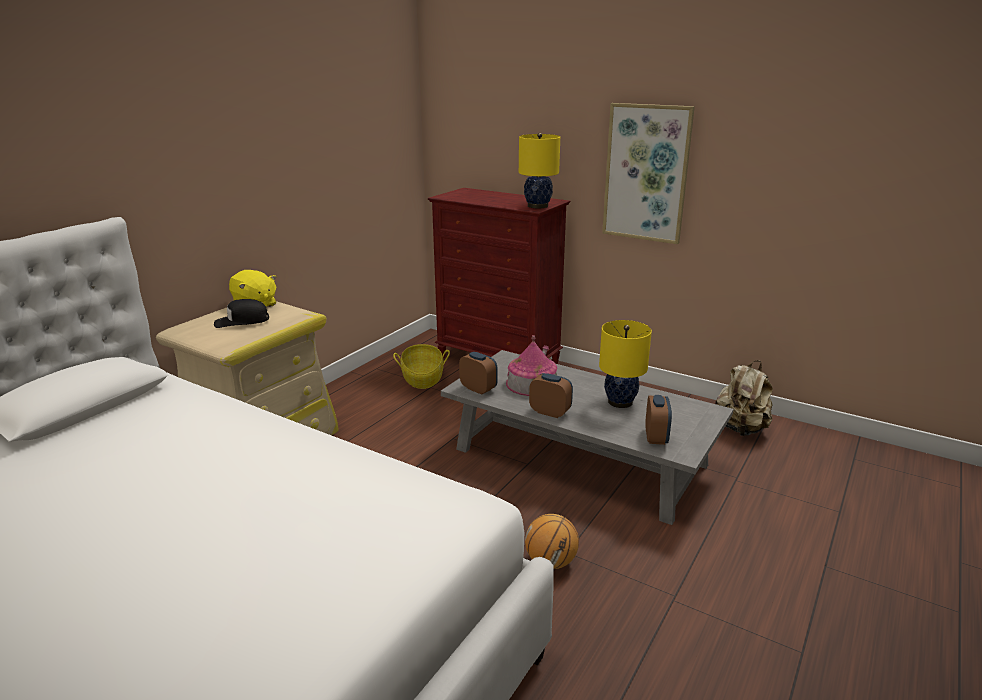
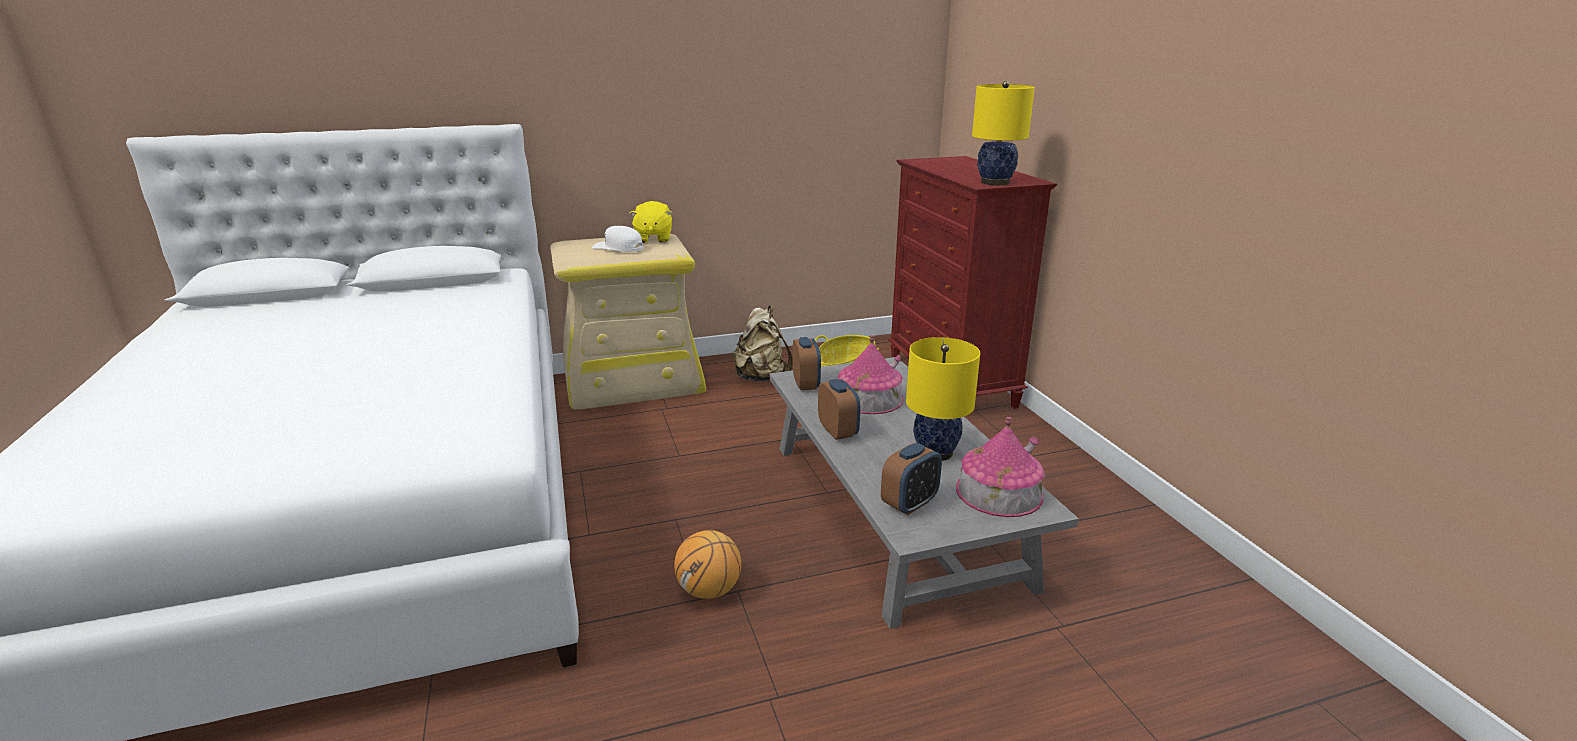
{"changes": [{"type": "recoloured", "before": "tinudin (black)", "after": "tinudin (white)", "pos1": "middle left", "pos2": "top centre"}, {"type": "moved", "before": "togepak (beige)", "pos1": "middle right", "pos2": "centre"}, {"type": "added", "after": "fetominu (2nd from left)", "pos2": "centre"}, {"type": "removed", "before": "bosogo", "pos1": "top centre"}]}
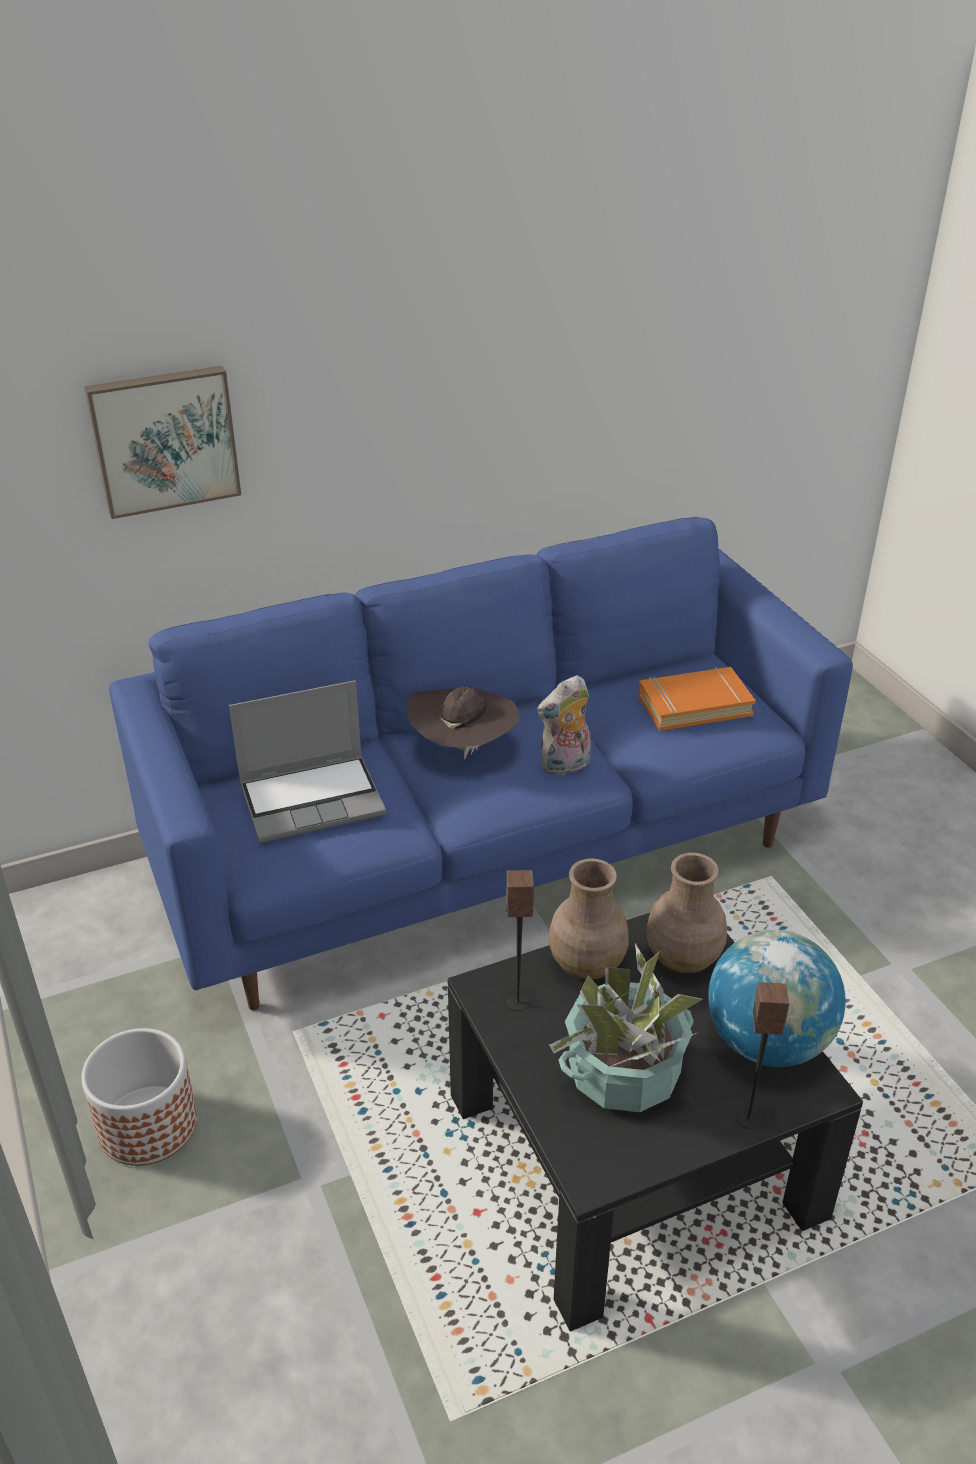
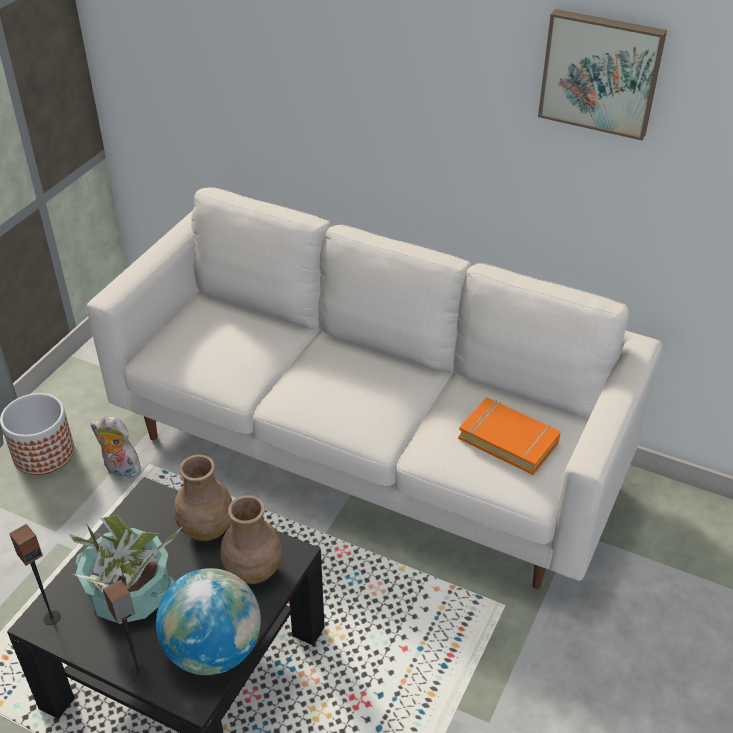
{"changes": [{"type": "moved", "before": "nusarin (1st from left)", "pos1": "centre", "pos2": "bottom left"}, {"type": "recoloured", "before": "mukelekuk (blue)", "after": "mukelekuk (white)", "pos1": "centre", "pos2": "centre"}, {"type": "moved", "before": "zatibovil", "pos1": "centre", "pos2": "middle left"}, {"type": "moved", "before": "bosogo", "pos1": "top left", "pos2": "top right"}, {"type": "removed", "before": "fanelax", "pos1": "middle left"}, {"type": "removed", "before": "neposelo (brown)", "pos1": "centre"}]}
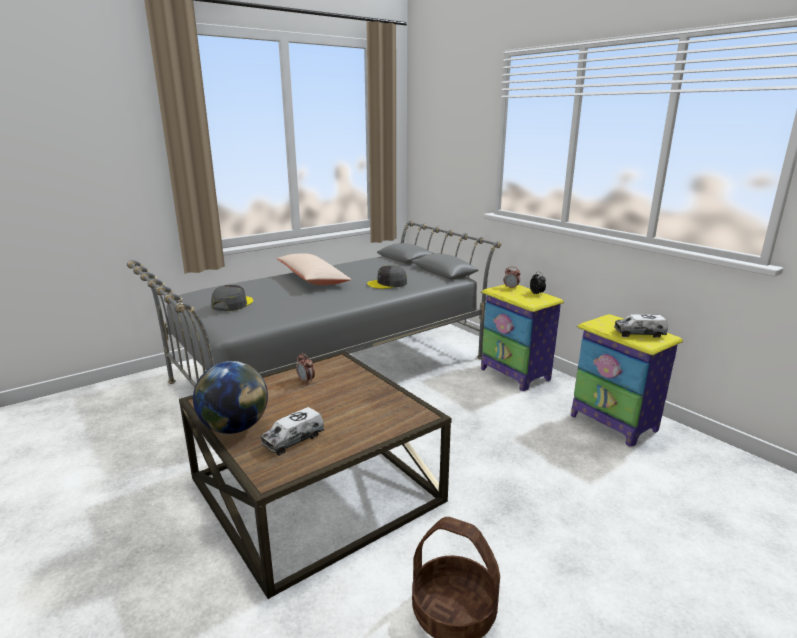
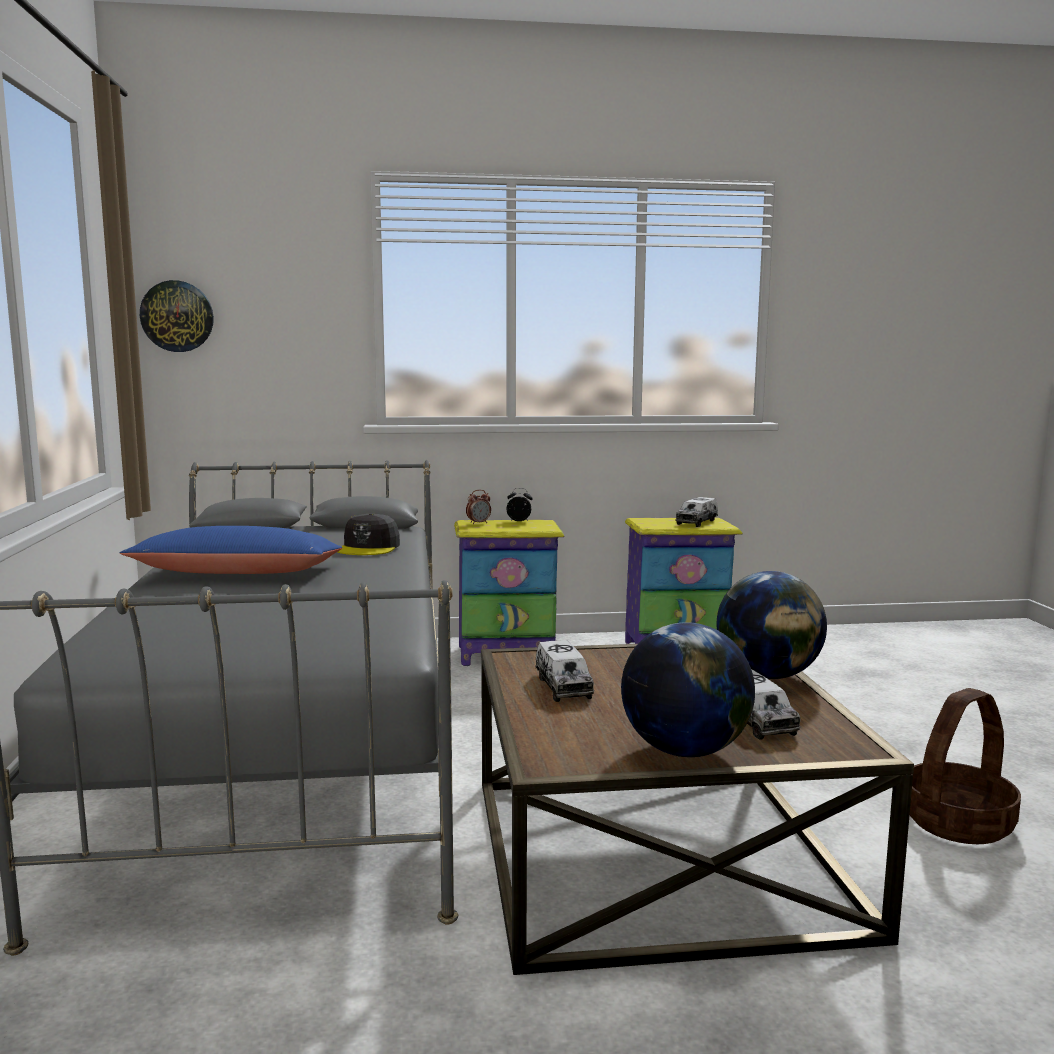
{"changes": [{"type": "recoloured", "before": "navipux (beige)", "after": "navipux (blue)", "pos1": "centre", "pos2": "middle left"}, {"type": "added", "after": "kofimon", "pos2": "top left"}, {"type": "replaced", "before": "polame (1st from left)", "after": "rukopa (1st from left)", "pos1": "centre", "pos2": "centre"}, {"type": "added", "after": "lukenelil (2nd from left)", "pos2": "middle right"}, {"type": "removed", "before": "tinudin (grey) (1st from left)", "pos1": "middle left"}]}
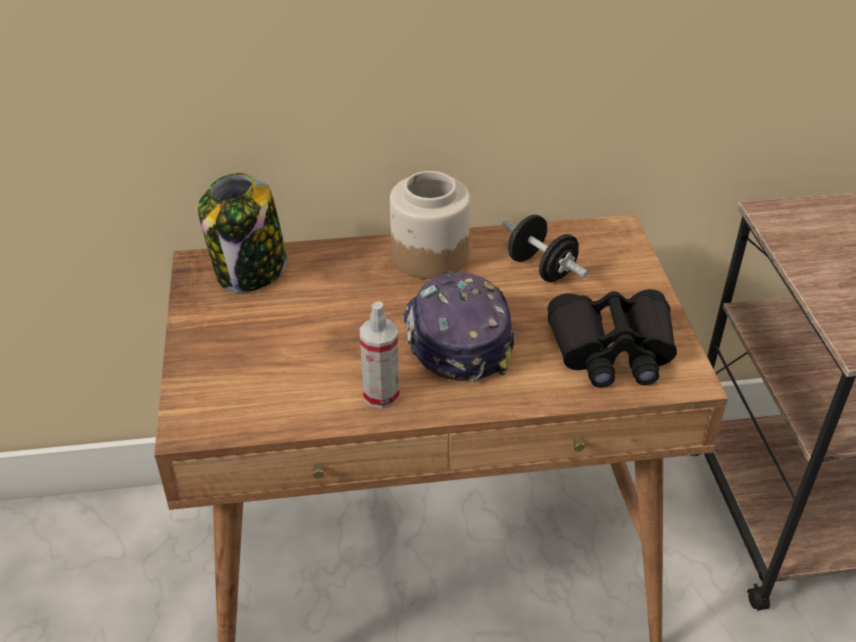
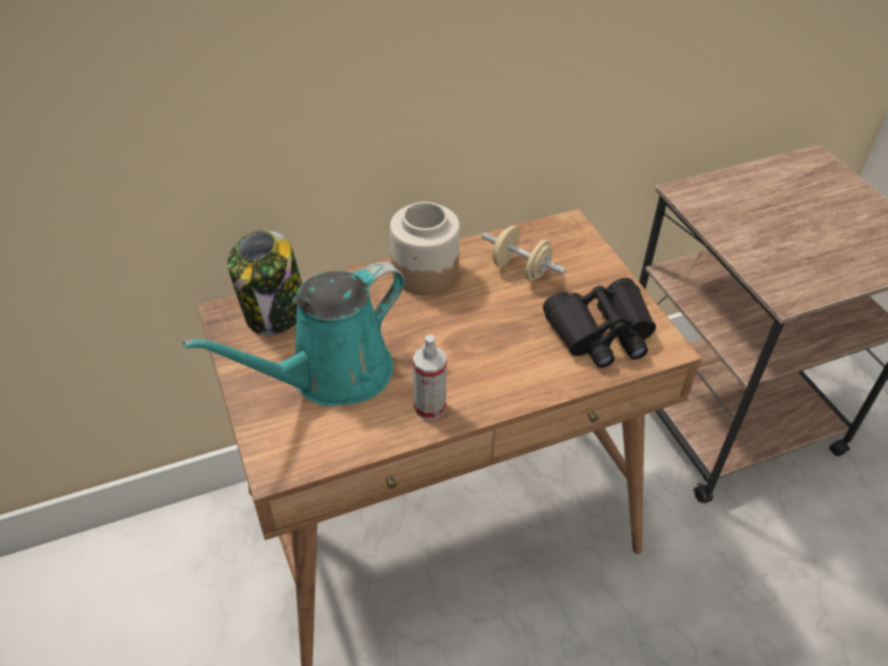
{"changes": [{"type": "added", "after": "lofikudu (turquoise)", "pos2": "middle left"}, {"type": "recoloured", "before": "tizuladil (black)", "after": "tizuladil (beige)", "pos1": "centre", "pos2": "centre"}, {"type": "removed", "before": "tinudin", "pos1": "centre"}]}
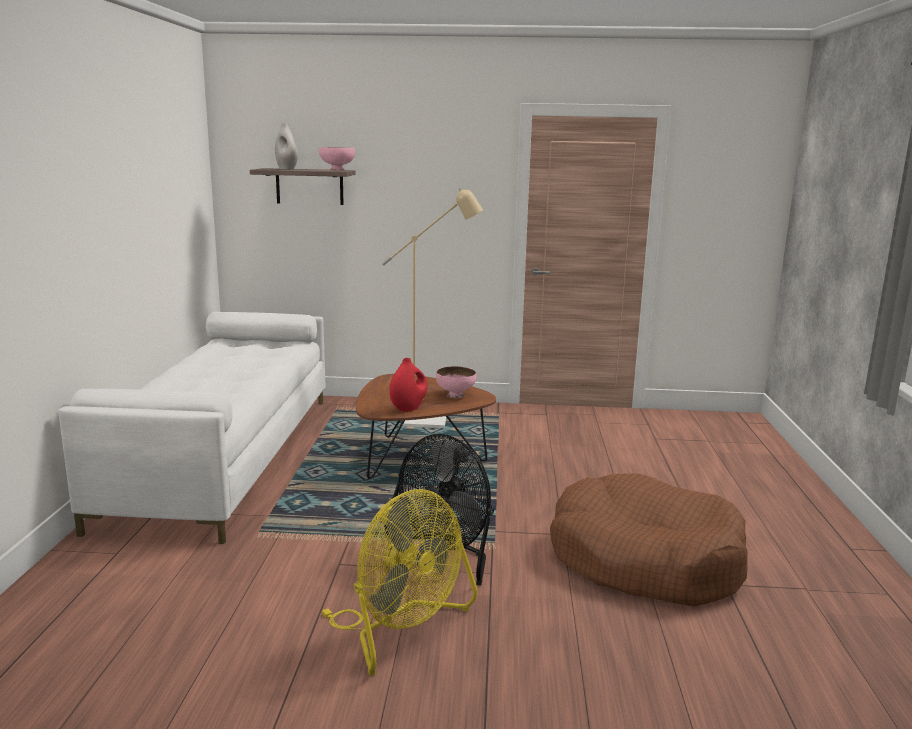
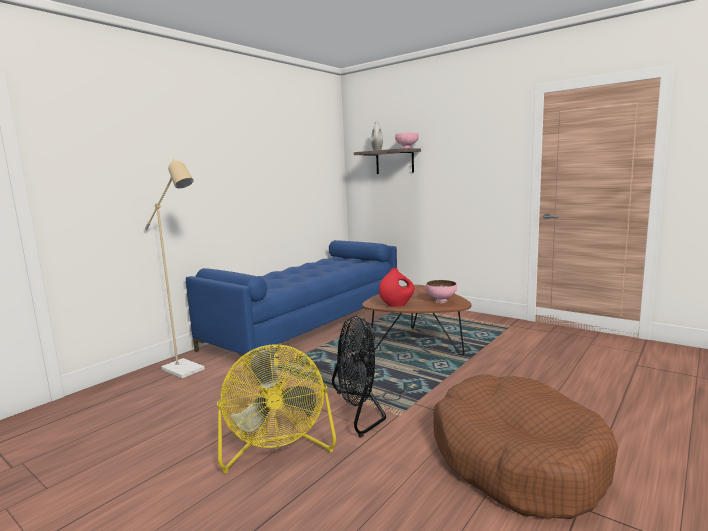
{"changes": [{"type": "moved", "before": "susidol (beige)", "pos1": "centre", "pos2": "middle left"}, {"type": "recoloured", "before": "mukelekuk (white)", "after": "mukelekuk (blue)", "pos1": "middle left", "pos2": "centre"}]}
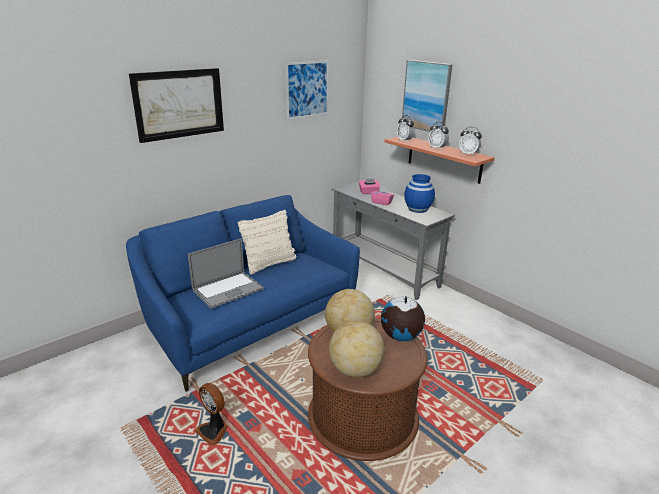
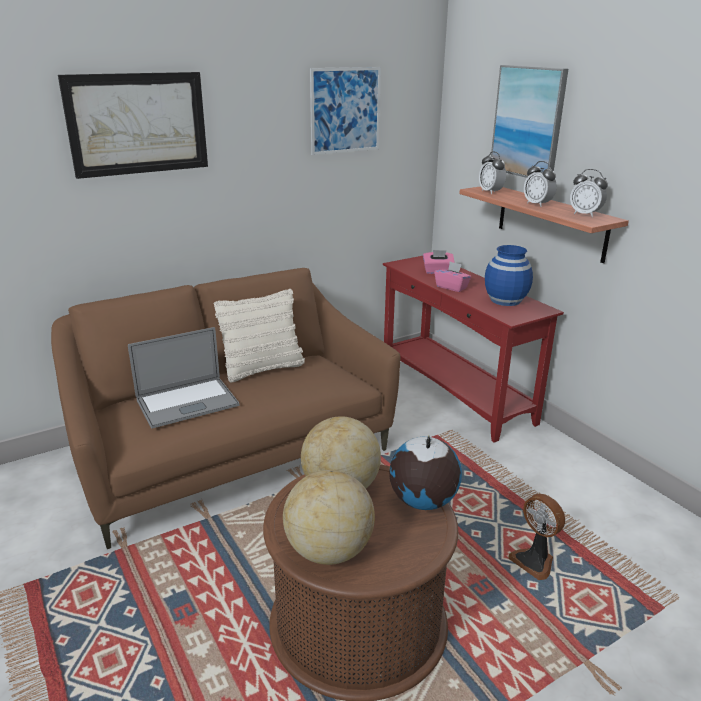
{"changes": [{"type": "recoloured", "before": "mukelekuk (blue)", "after": "mukelekuk (brown)", "pos1": "centre", "pos2": "middle left"}, {"type": "recoloured", "before": "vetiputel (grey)", "after": "vetiputel (red)", "pos1": "centre", "pos2": "middle right"}, {"type": "moved", "before": "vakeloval", "pos1": "bottom left", "pos2": "bottom right"}]}
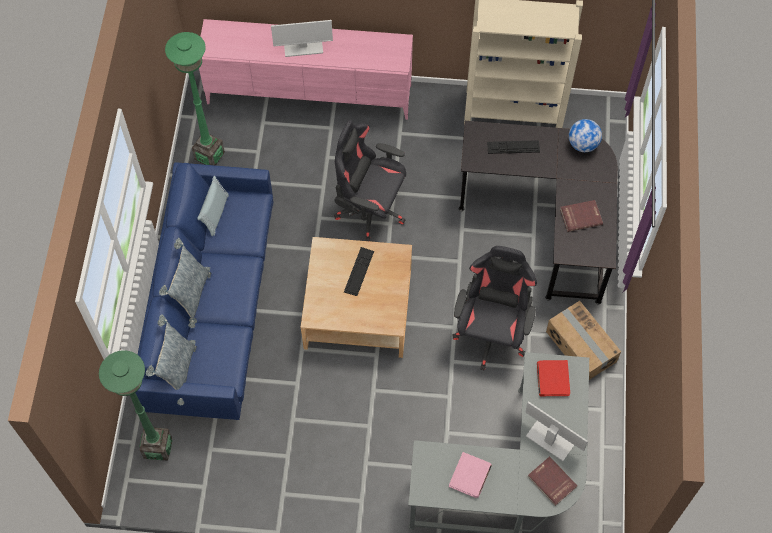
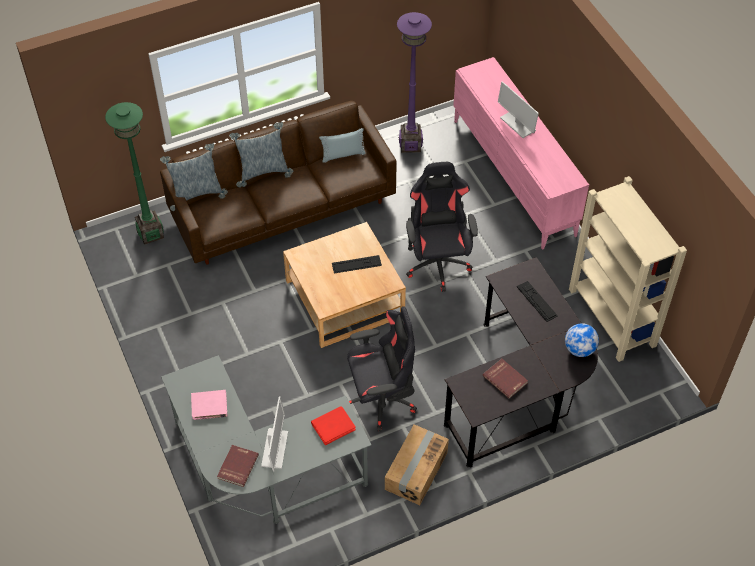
{"changes": [{"type": "recoloured", "before": "mukelekuk (blue)", "after": "mukelekuk (brown)", "pos1": "middle left", "pos2": "top centre"}, {"type": "recoloured", "before": "susidol (green) (2nd from left)", "after": "susidol (purple)", "pos1": "top left", "pos2": "top centre"}]}
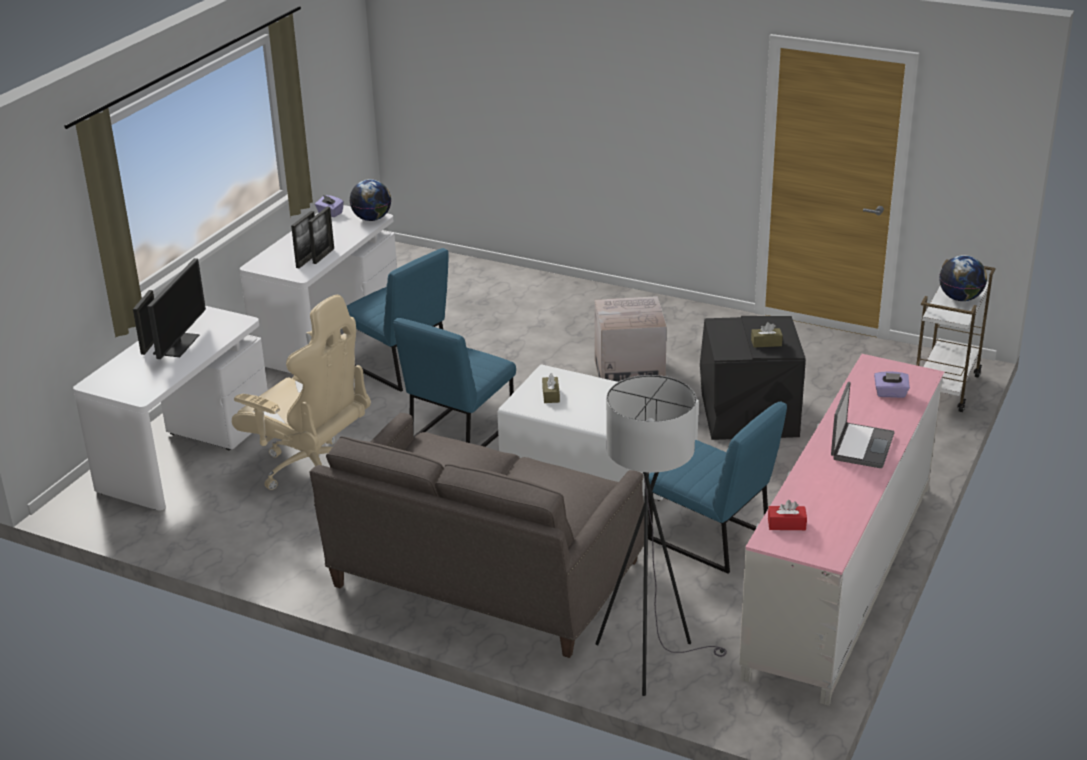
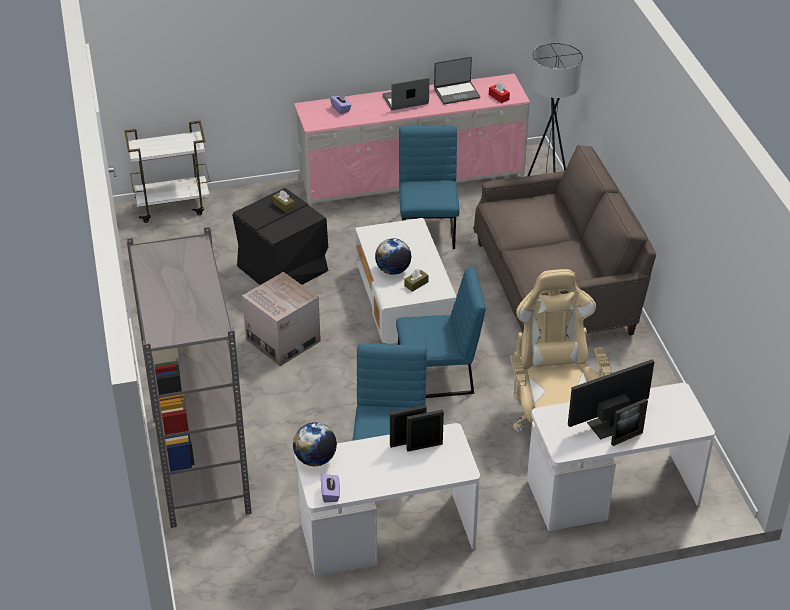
{"changes": [{"type": "added", "after": "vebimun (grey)", "pos2": "middle left"}, {"type": "moved", "before": "lukenelil (2nd from left)", "pos1": "middle right", "pos2": "centre"}, {"type": "added", "after": "fanelax (2nd from left)", "pos2": "top centre"}]}
